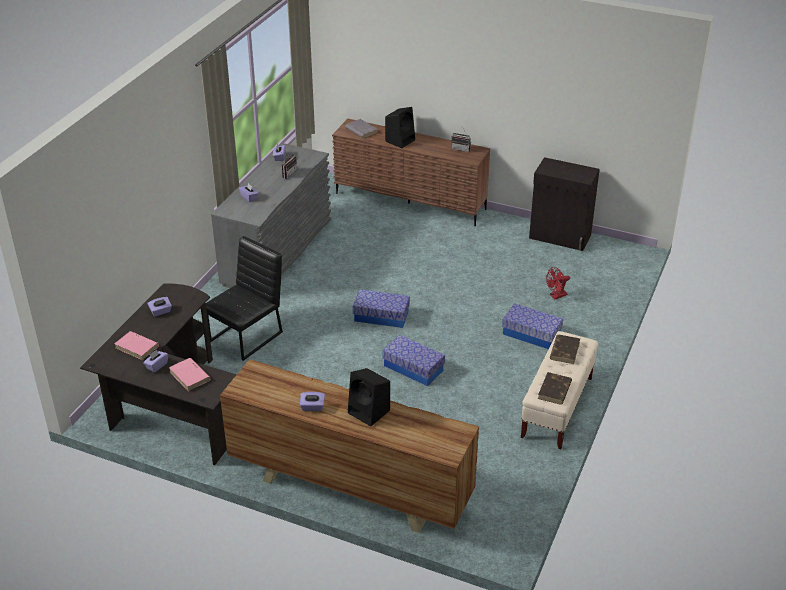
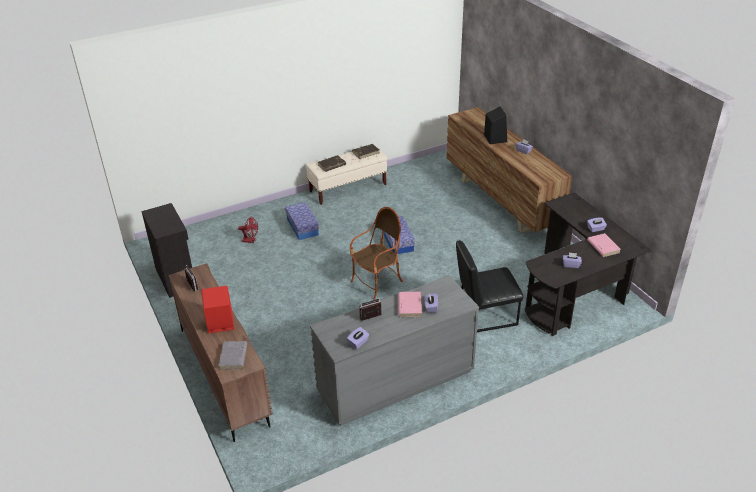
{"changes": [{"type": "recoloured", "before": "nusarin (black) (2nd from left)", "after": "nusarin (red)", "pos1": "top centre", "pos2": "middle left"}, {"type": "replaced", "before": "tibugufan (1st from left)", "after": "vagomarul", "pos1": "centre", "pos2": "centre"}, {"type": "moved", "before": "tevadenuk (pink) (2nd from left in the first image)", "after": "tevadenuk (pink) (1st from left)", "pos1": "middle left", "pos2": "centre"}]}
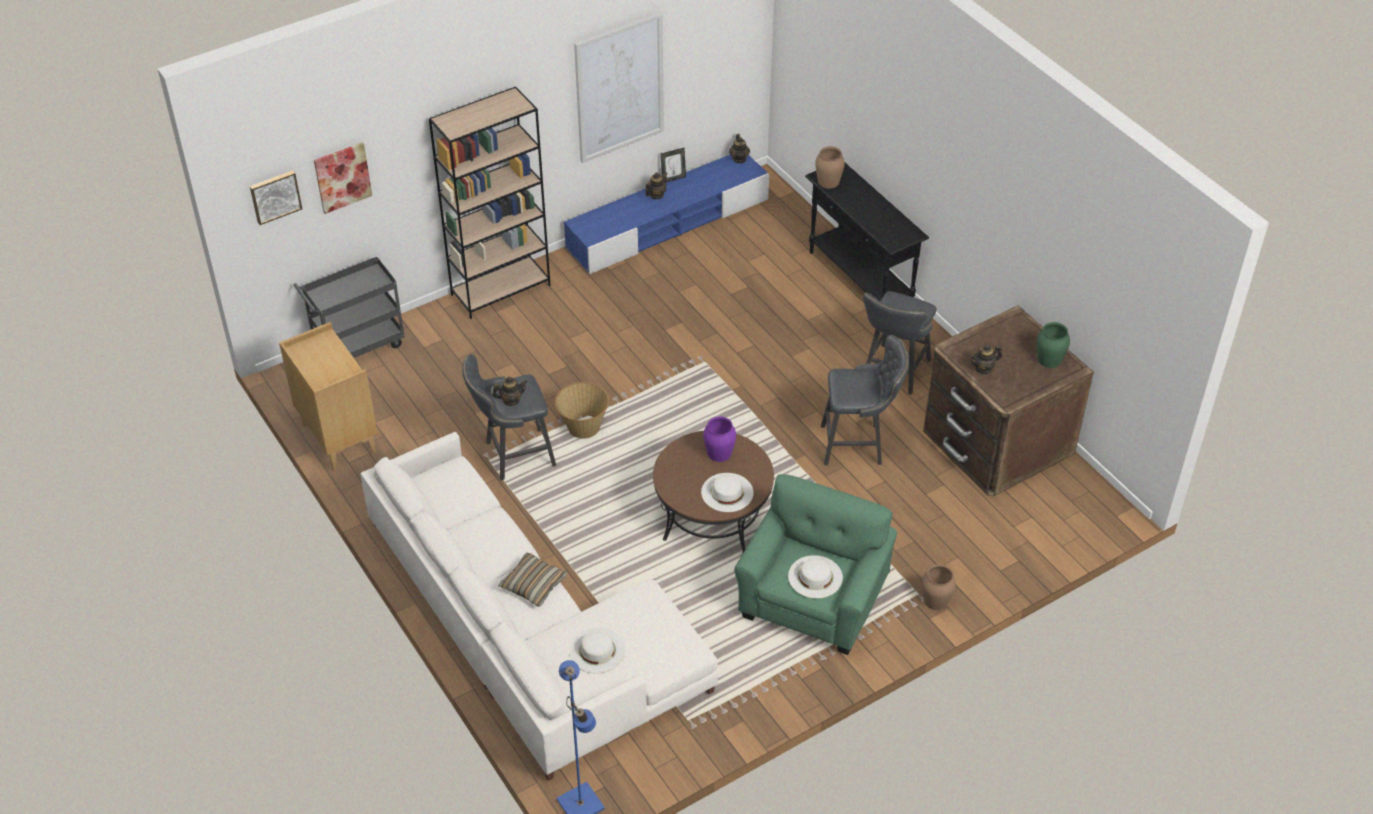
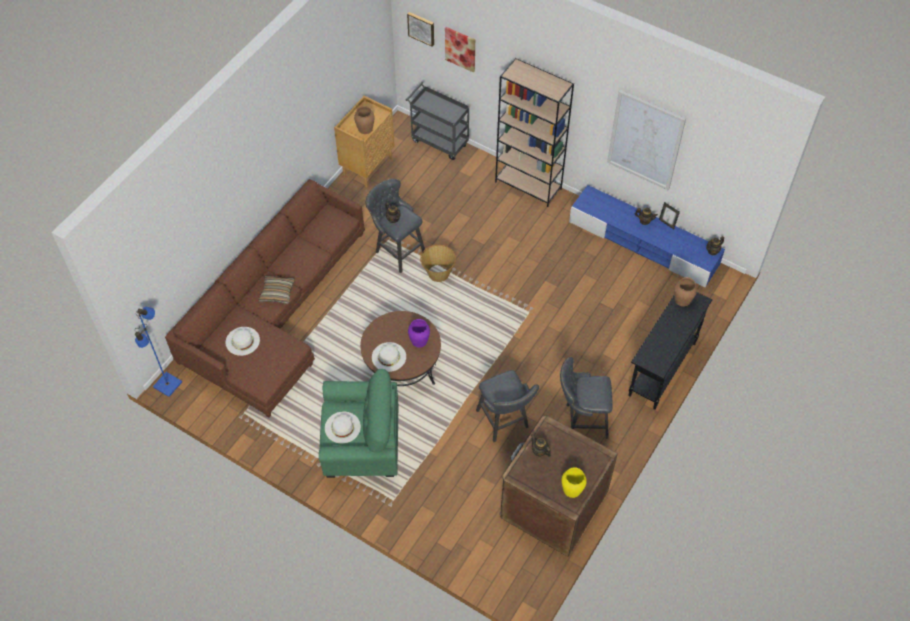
{"changes": [{"type": "recoloured", "before": "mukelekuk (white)", "after": "mukelekuk (brown)", "pos1": "bottom centre", "pos2": "middle left"}, {"type": "moved", "before": "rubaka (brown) (2nd from left in the first image)", "after": "rubaka (brown) (1st from left)", "pos1": "bottom right", "pos2": "top centre"}, {"type": "recoloured", "before": "rubaka (green)", "after": "rubaka (yellow)", "pos1": "middle right", "pos2": "bottom centre"}]}
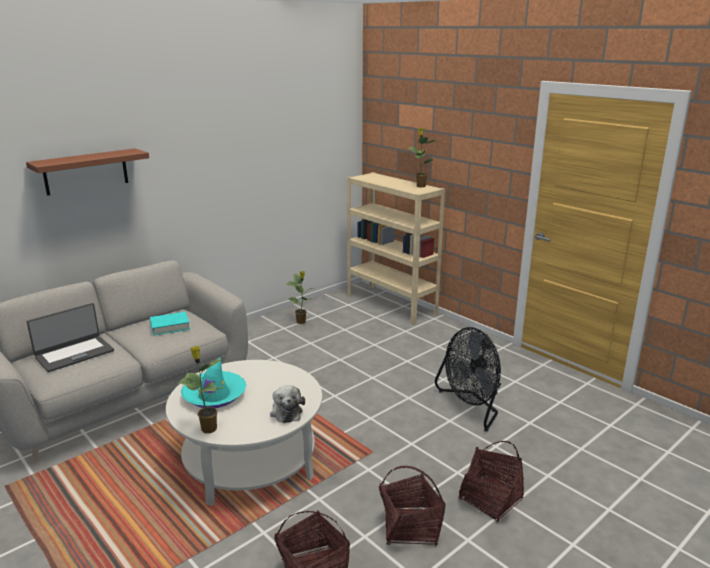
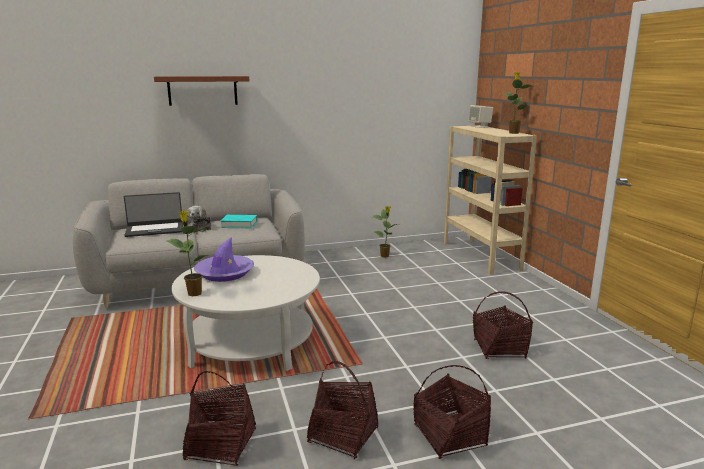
{"changes": [{"type": "moved", "before": "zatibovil", "pos1": "bottom centre", "pos2": "middle left"}, {"type": "recoloured", "before": "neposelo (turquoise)", "after": "neposelo (purple)", "pos1": "bottom left", "pos2": "middle left"}, {"type": "added", "after": "nusarin (beige)", "pos2": "top right"}, {"type": "replaced", "before": "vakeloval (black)", "after": "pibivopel (4th from left)", "pos1": "bottom centre", "pos2": "bottom right"}]}
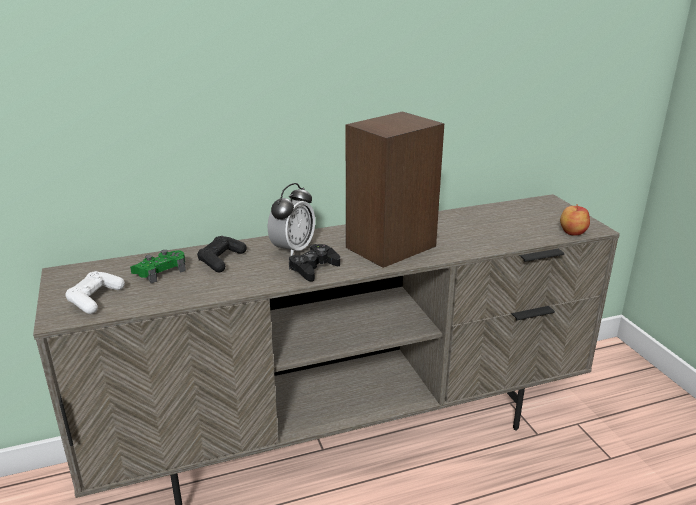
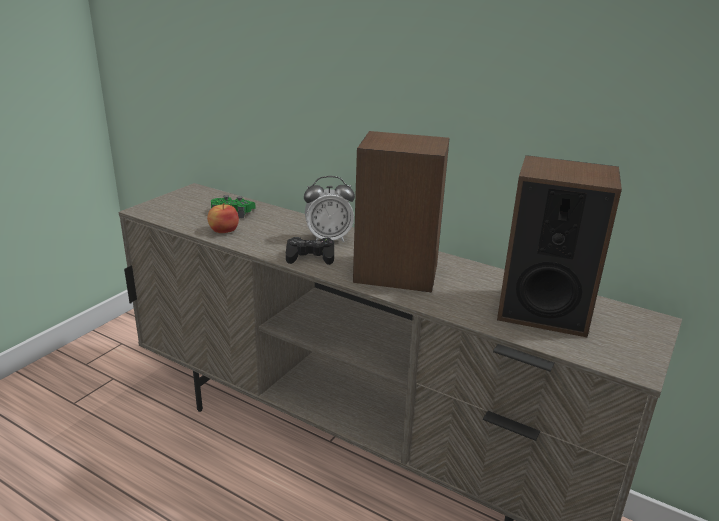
{"changes": [{"type": "moved", "before": "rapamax", "pos1": "middle right", "pos2": "middle left"}, {"type": "added", "after": "nusarin (2nd from left)", "pos2": "middle right"}, {"type": "removed", "before": "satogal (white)", "pos1": "middle left"}, {"type": "removed", "before": "satogal (black) (1st from left)", "pos1": "middle left"}]}
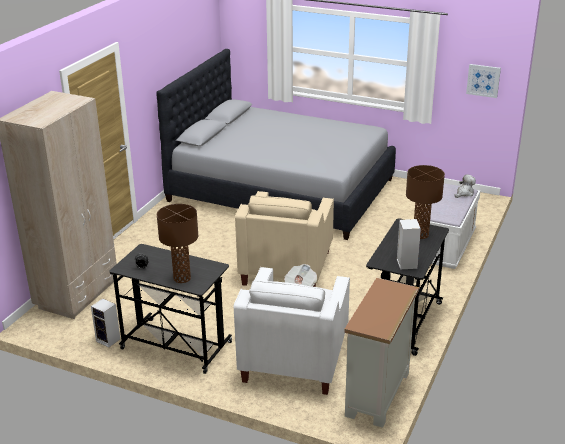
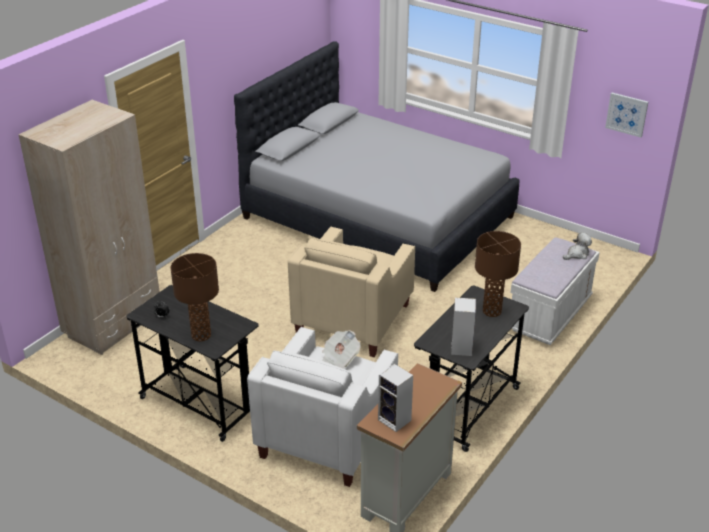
{"changes": [{"type": "moved", "before": "nusarin (1st from left)", "pos1": "bottom left", "pos2": "bottom centre"}]}
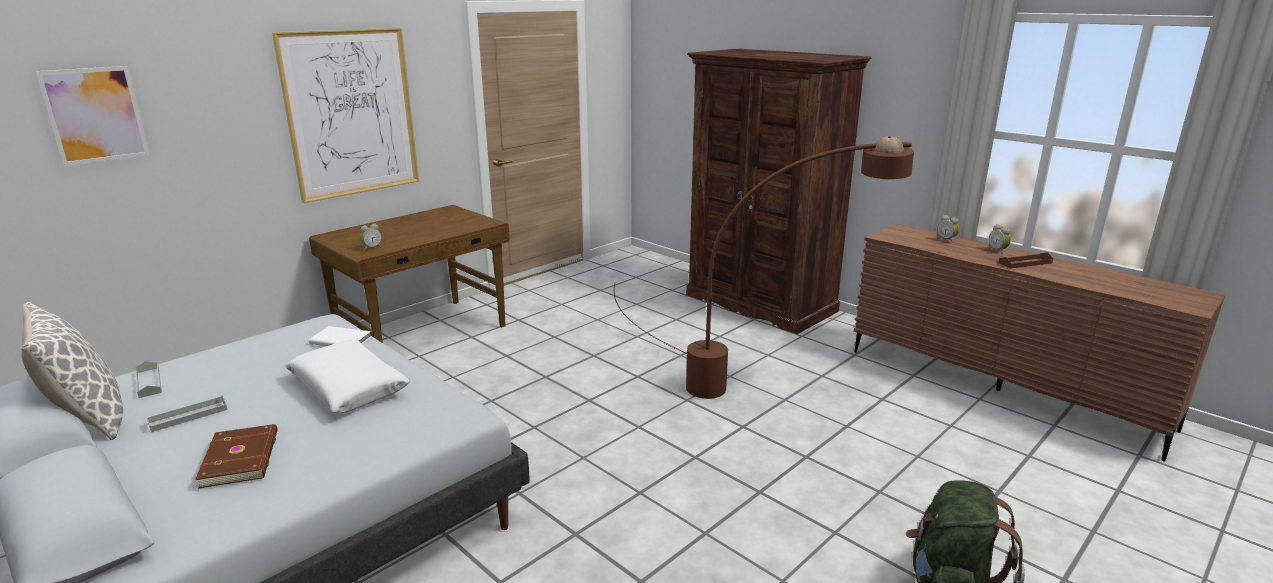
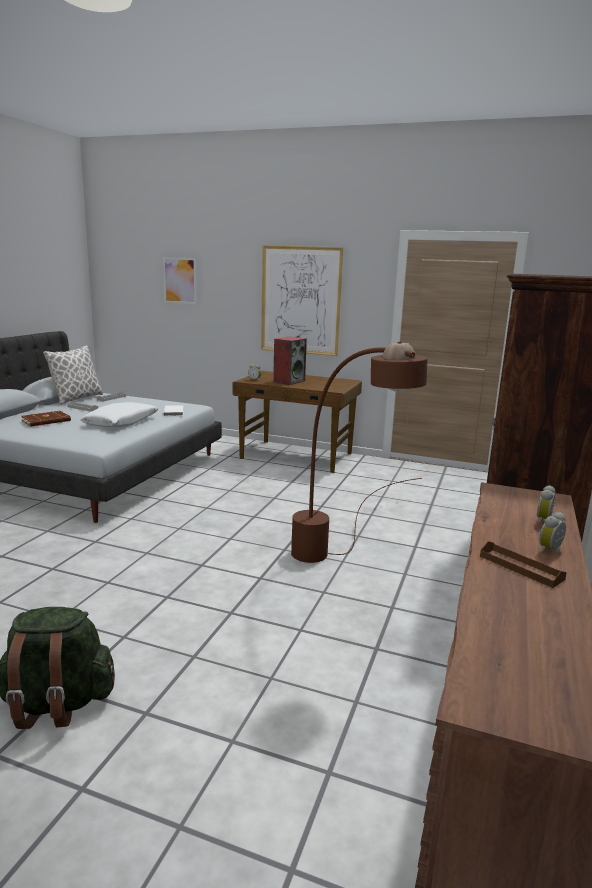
{"changes": [{"type": "added", "after": "nusarin", "pos2": "centre"}]}
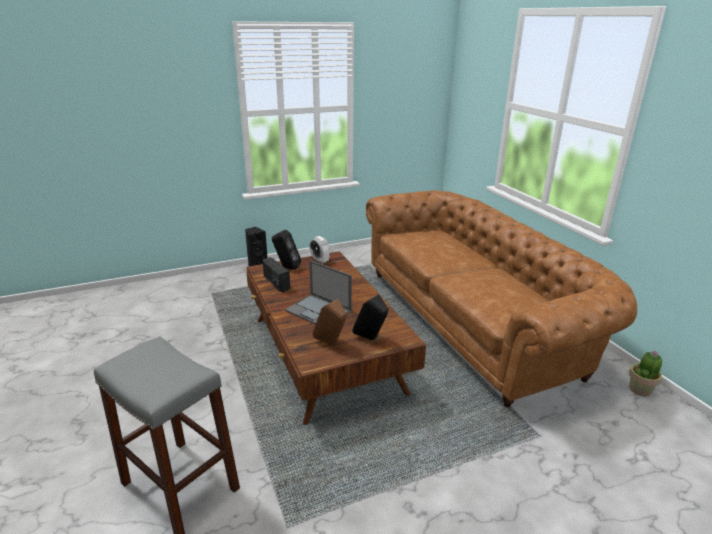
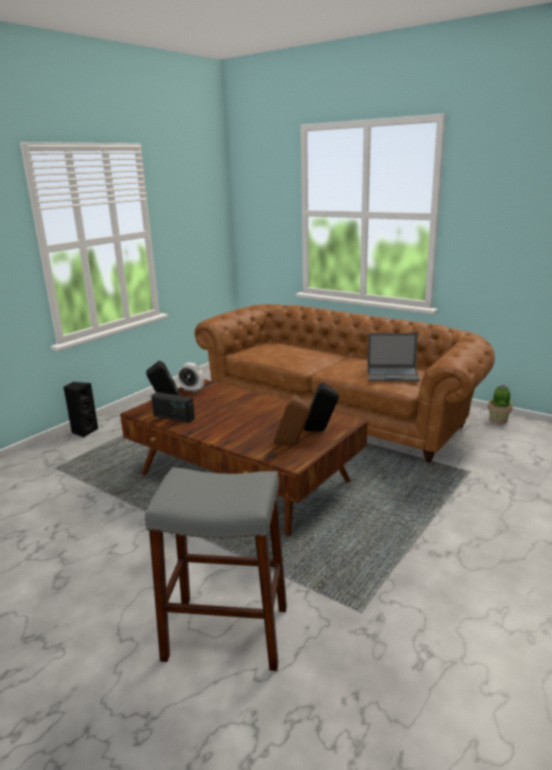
{"changes": [{"type": "moved", "before": "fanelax", "pos1": "centre", "pos2": "middle right"}]}
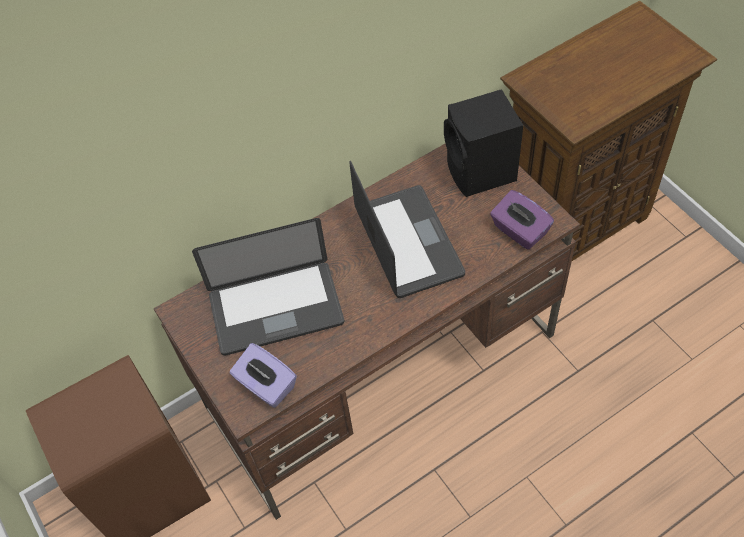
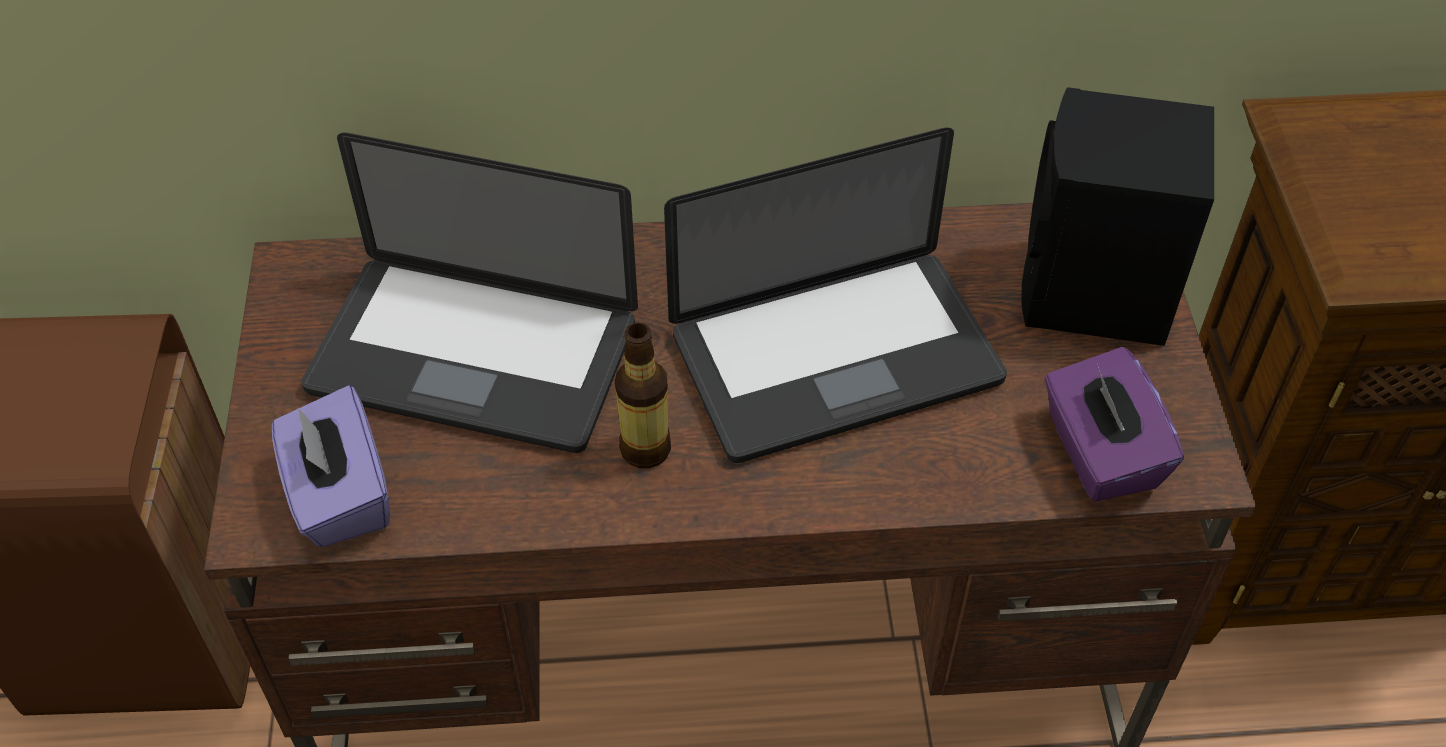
{"changes": [{"type": "added", "after": "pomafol", "pos2": "centre"}, {"type": "turned", "before": "fanelax (2nd from left)", "pos1": "centre", "pos2": "centre", "turn": 60}]}
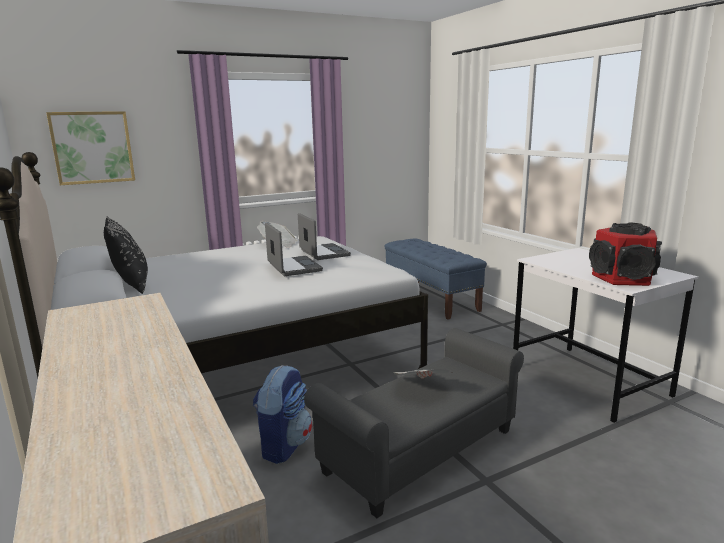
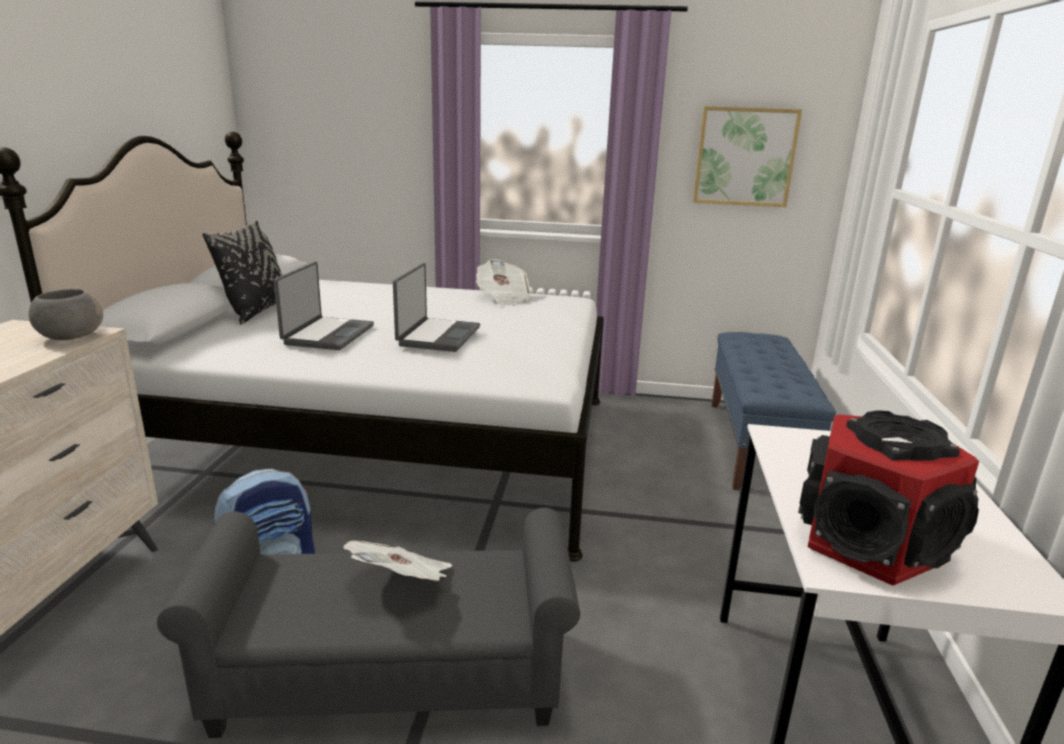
{"changes": [{"type": "added", "after": "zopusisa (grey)", "pos2": "middle left"}, {"type": "moved", "before": "fanelax (2nd from left in the first image)", "after": "fanelax (1st from left)", "pos1": "centre", "pos2": "middle left"}, {"type": "moved", "before": "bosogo", "pos1": "top left", "pos2": "top right"}]}
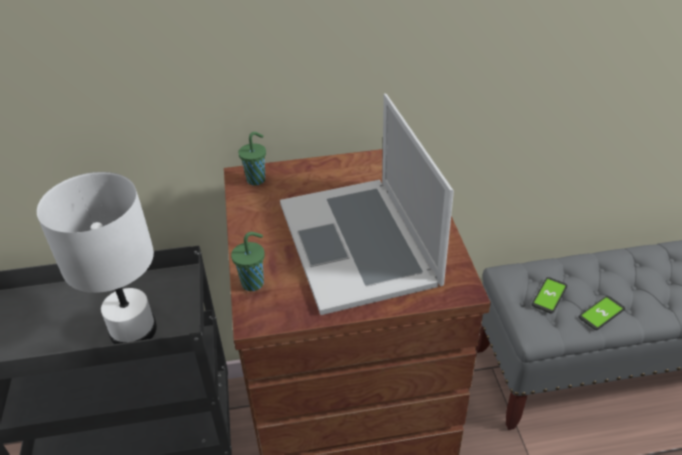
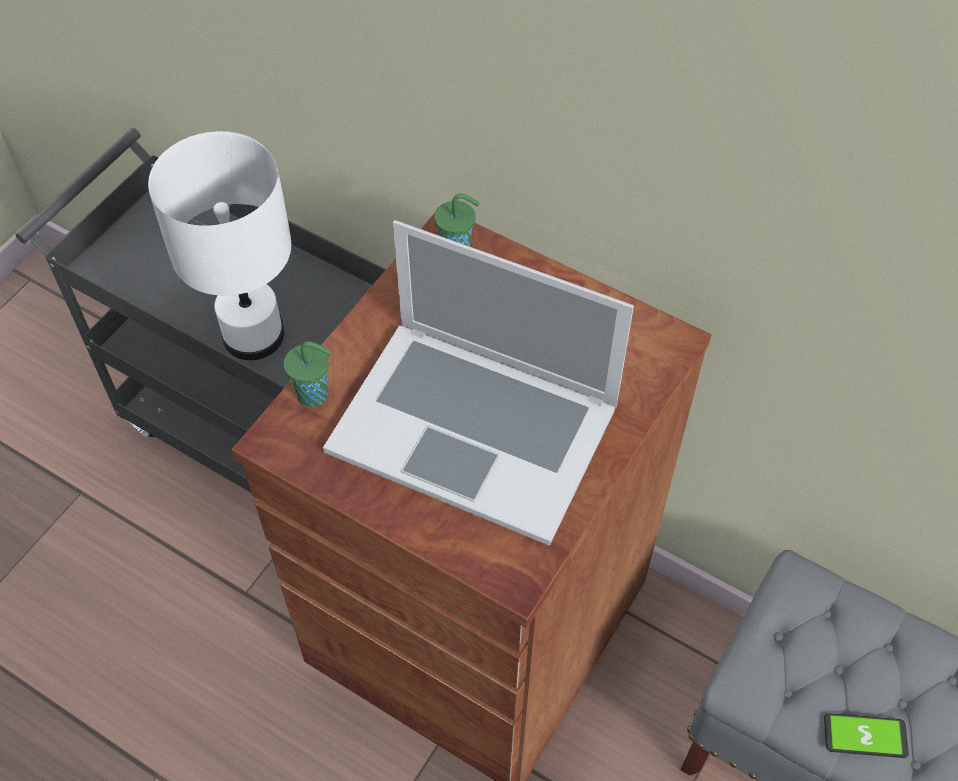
{"changes": [{"type": "turned", "before": "fanelax", "pos1": "centre", "pos2": "centre", "turn": -90}, {"type": "removed", "before": "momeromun (1st from left)", "pos1": "middle right"}]}
